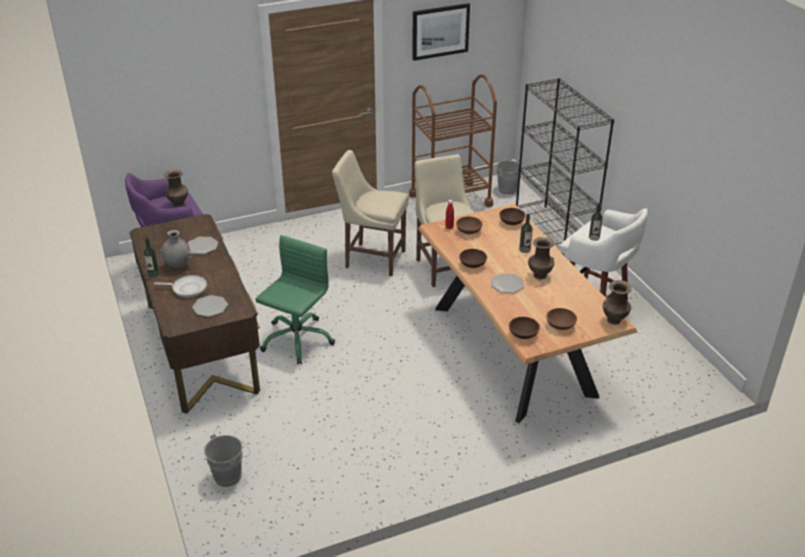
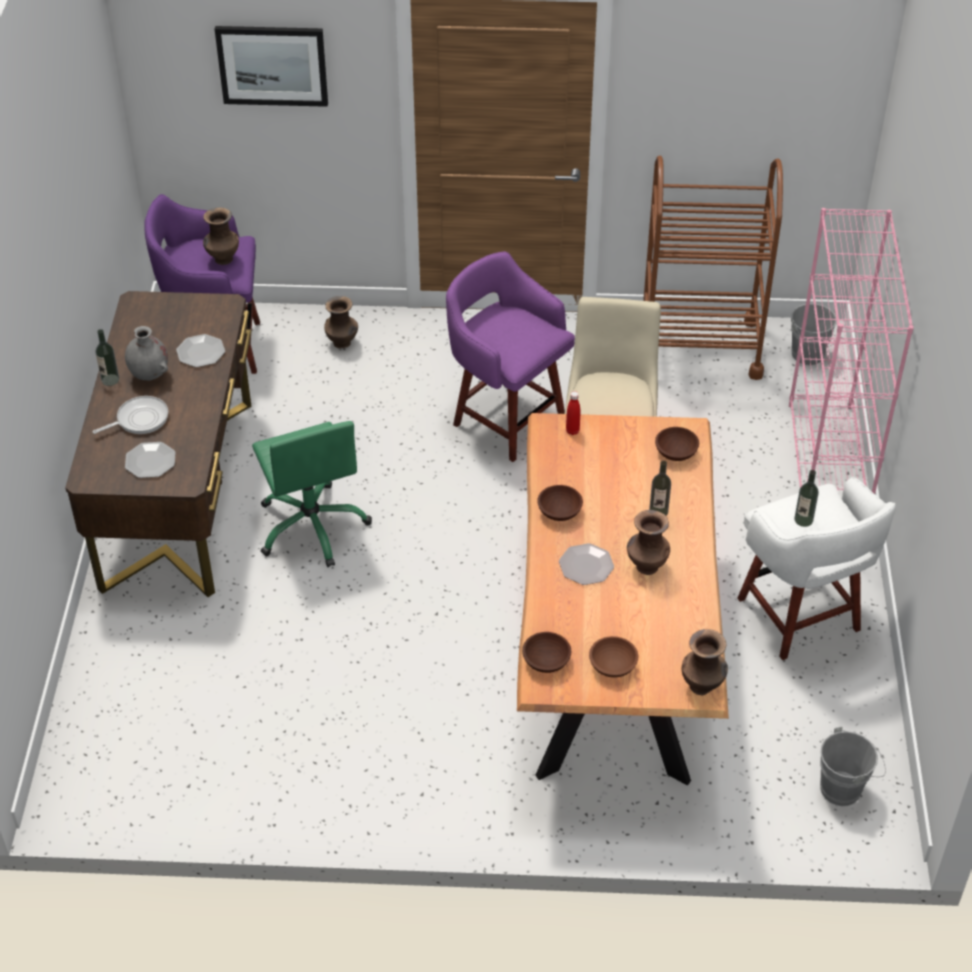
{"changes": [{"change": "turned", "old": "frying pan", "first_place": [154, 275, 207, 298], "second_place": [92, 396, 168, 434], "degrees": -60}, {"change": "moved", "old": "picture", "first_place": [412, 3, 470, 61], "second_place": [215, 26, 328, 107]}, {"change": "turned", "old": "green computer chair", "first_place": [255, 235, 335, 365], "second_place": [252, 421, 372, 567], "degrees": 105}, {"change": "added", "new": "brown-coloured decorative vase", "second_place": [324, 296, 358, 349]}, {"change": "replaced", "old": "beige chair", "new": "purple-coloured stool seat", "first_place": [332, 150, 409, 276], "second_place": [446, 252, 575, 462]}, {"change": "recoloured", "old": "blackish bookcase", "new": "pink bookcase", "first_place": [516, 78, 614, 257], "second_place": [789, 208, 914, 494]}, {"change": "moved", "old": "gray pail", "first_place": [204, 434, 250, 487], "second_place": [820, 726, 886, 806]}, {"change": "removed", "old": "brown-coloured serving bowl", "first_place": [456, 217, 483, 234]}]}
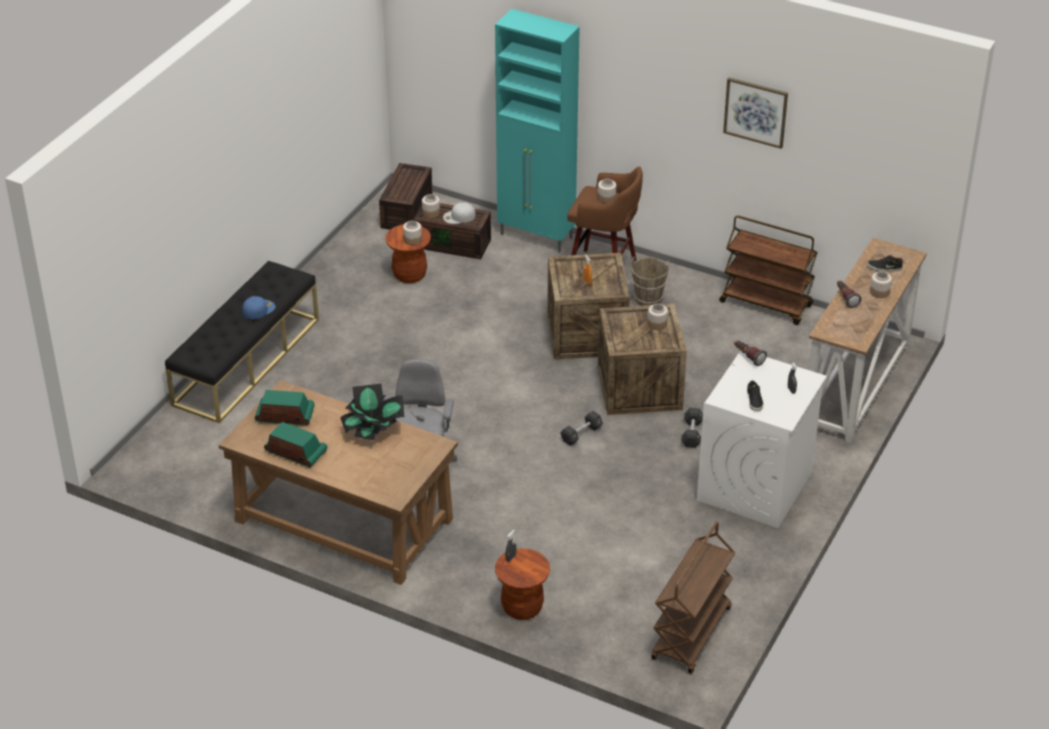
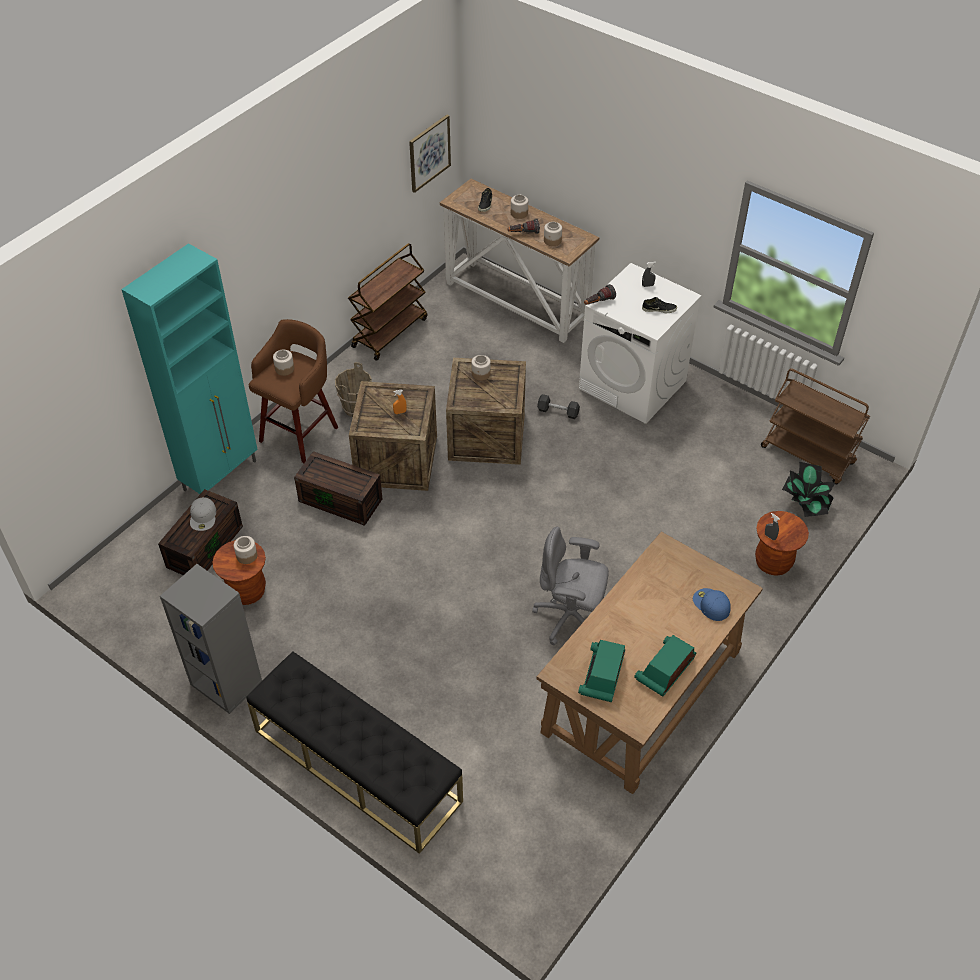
{"changes": [{"change": "added", "new": "gray bookcase", "second_place": [160, 564, 262, 714]}, {"change": "moved", "old": "brown-coloured storage bin", "first_place": [379, 163, 433, 230], "second_place": [294, 451, 382, 526]}, {"change": "moved", "old": "picture", "first_place": [723, 77, 788, 149], "second_place": [409, 115, 451, 193]}, {"change": "moved", "old": "jar", "first_place": [422, 194, 440, 218], "second_place": [544, 222, 562, 246]}, {"change": "moved", "old": "blue-coloured baseball cap", "first_place": [242, 296, 276, 320], "second_place": [693, 588, 731, 621]}, {"change": "moved", "old": "plant in a pot", "first_place": [340, 384, 404, 440], "second_place": [782, 462, 835, 517]}, {"change": "removed", "old": "blackish hand weight", "first_place": [560, 411, 603, 446]}]}
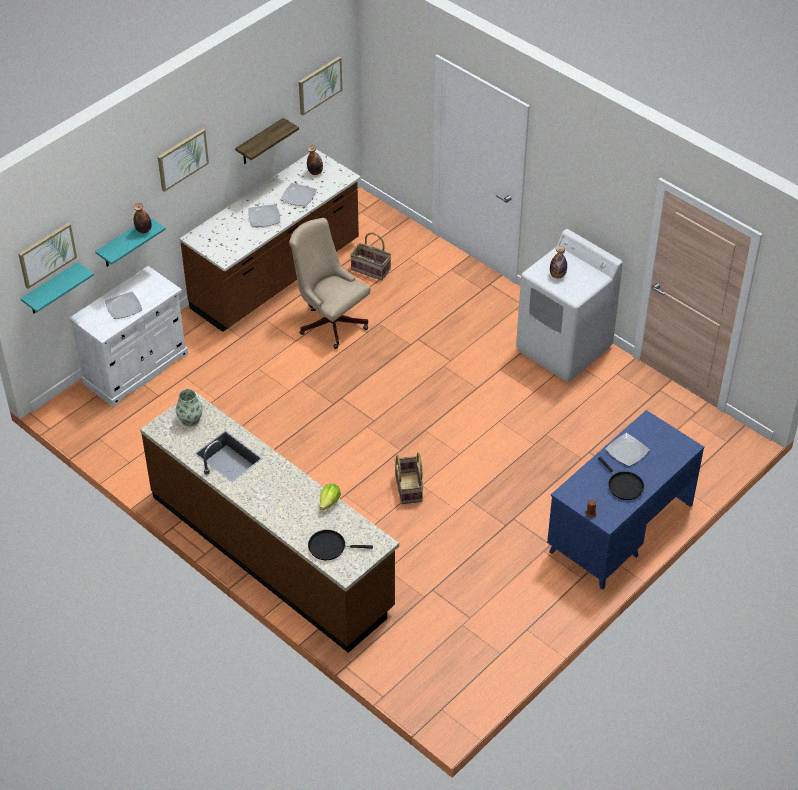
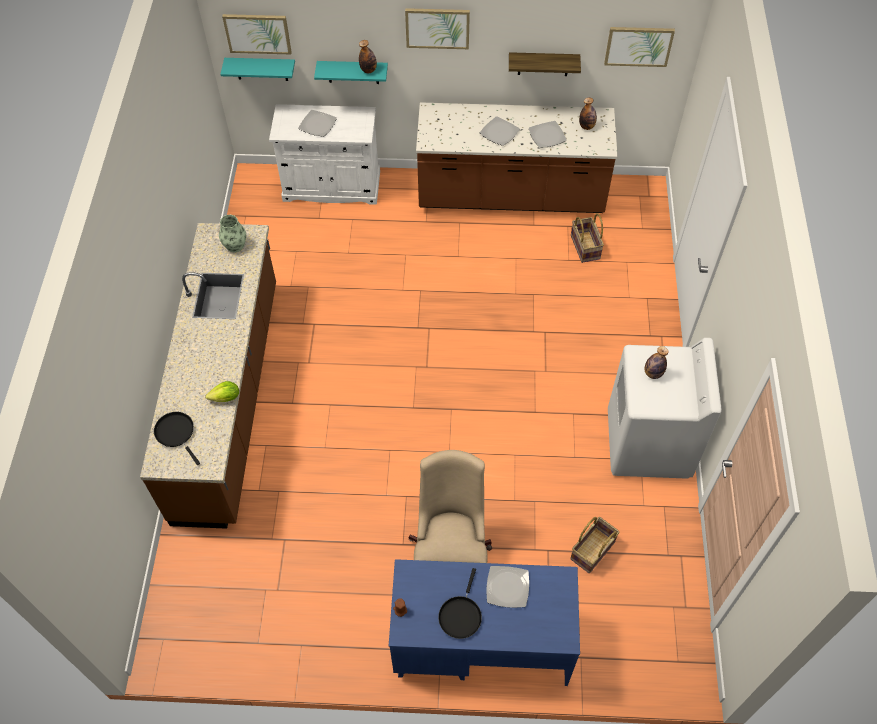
{"changes": [{"change": "moved", "old": "beige computer chair", "first_place": [289, 218, 371, 349], "second_place": [409, 450, 492, 563]}, {"change": "moved", "old": "storage basket", "first_place": [395, 452, 423, 504], "second_place": [570, 517, 620, 573]}]}
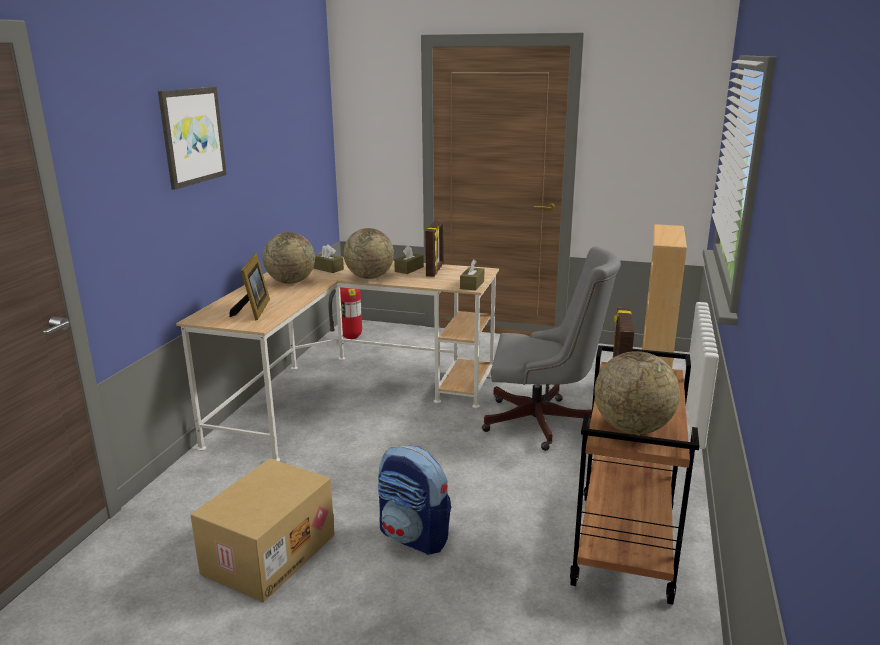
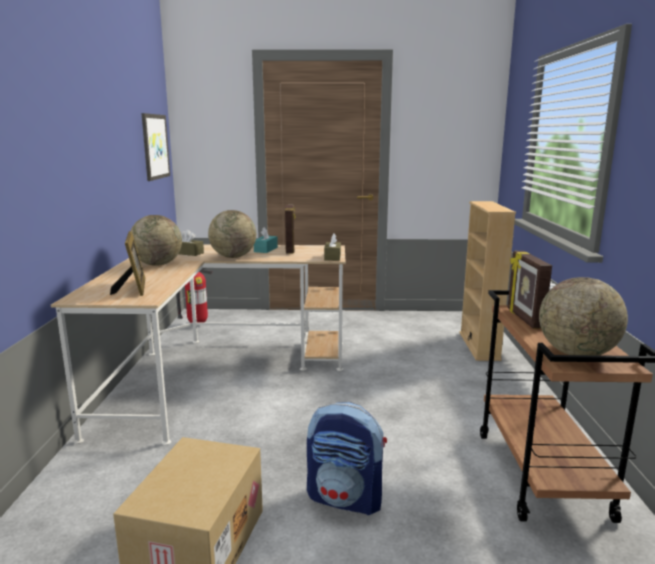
{"changes": [{"change": "moved", "old": "picture", "first_place": [158, 87, 227, 190], "second_place": [141, 113, 170, 181]}, {"change": "recoloured", "old": "brown-coloured tissue box", "new": "turquoise tissue box", "first_place": [394, 245, 424, 274], "second_place": [254, 227, 278, 253]}, {"change": "removed", "old": "gray computer chair", "first_place": [482, 246, 621, 451]}]}
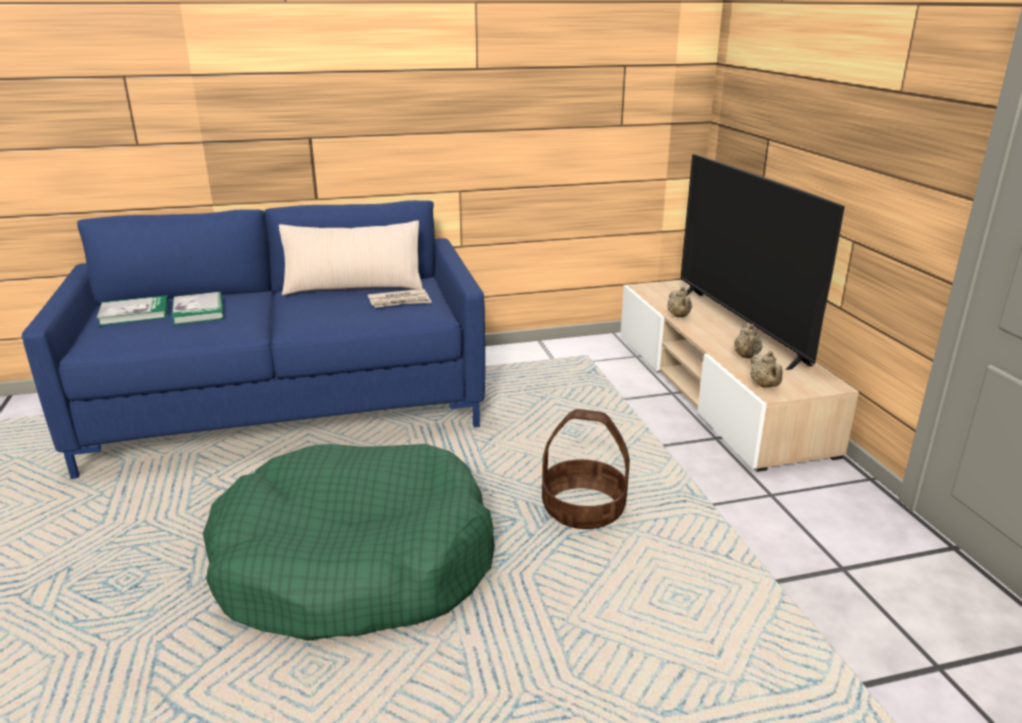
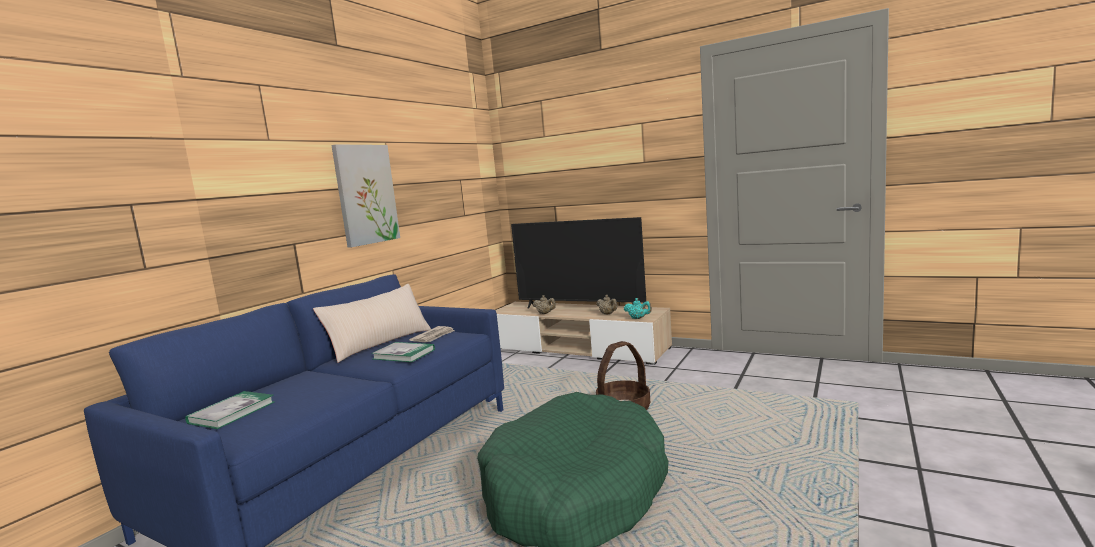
{"changes": [{"change": "added", "new": "picture", "second_place": [331, 144, 400, 248]}, {"change": "moved", "old": "book", "first_place": [172, 292, 223, 325], "second_place": [371, 342, 435, 362]}, {"change": "recoloured", "old": "beige pot for tea", "new": "turquoise pot for tea", "first_place": [750, 351, 783, 387], "second_place": [624, 298, 652, 319]}]}
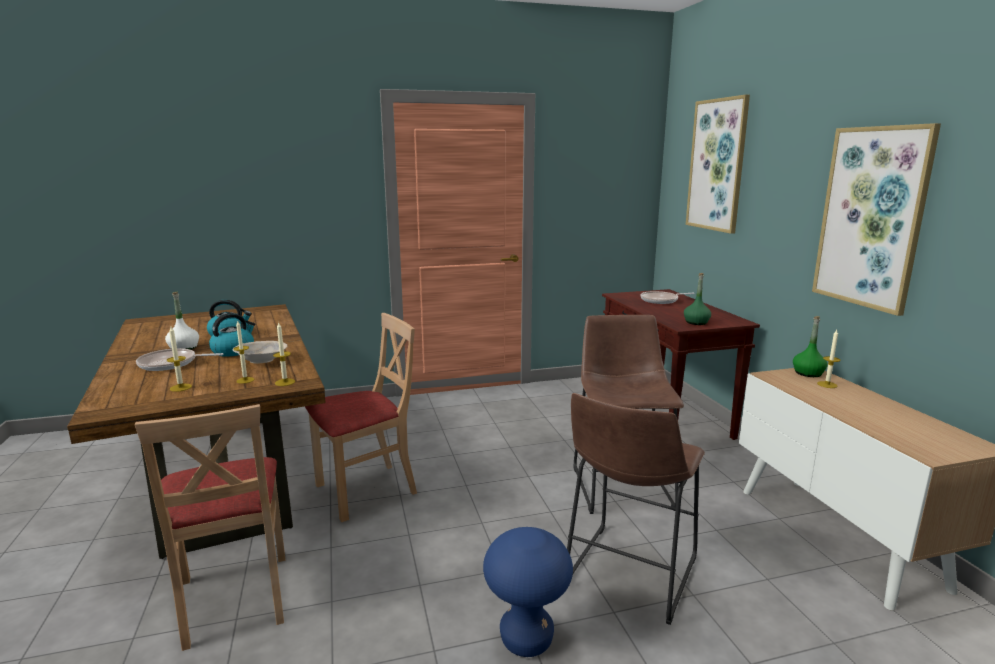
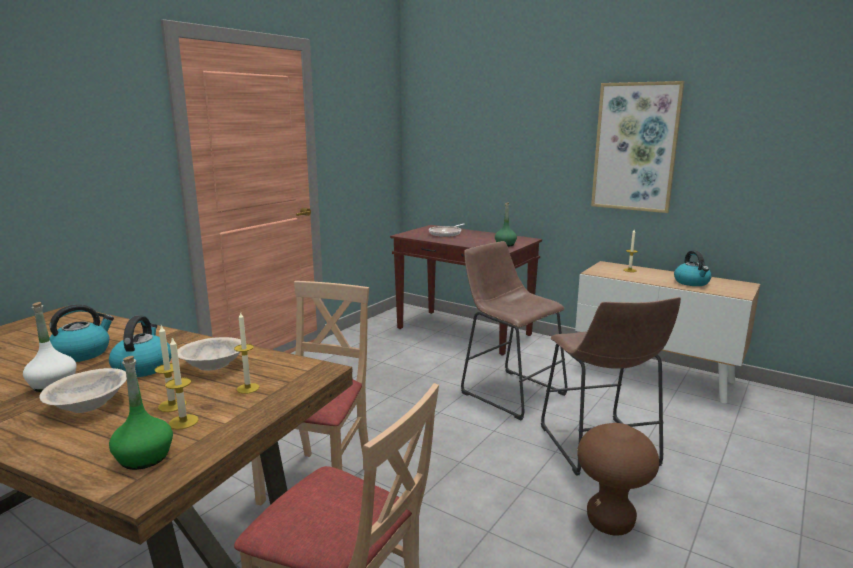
{"changes": [{"change": "replaced", "old": "frying pan", "new": "beige serving bowl", "first_place": [136, 348, 224, 371], "second_place": [39, 368, 127, 413]}, {"change": "moved", "old": "green bottle", "first_place": [793, 316, 828, 377], "second_place": [109, 356, 173, 470]}, {"change": "moved", "old": "candle", "first_place": [273, 322, 295, 386], "second_place": [155, 326, 187, 412]}, {"change": "recoloured", "old": "blue-coloured stool seat", "new": "brown-coloured stool seat", "first_place": [483, 527, 573, 657], "second_place": [577, 423, 659, 536]}, {"change": "added", "new": "kettle", "second_place": [674, 250, 712, 286]}, {"change": "removed", "old": "picture", "first_place": [686, 95, 750, 234]}]}
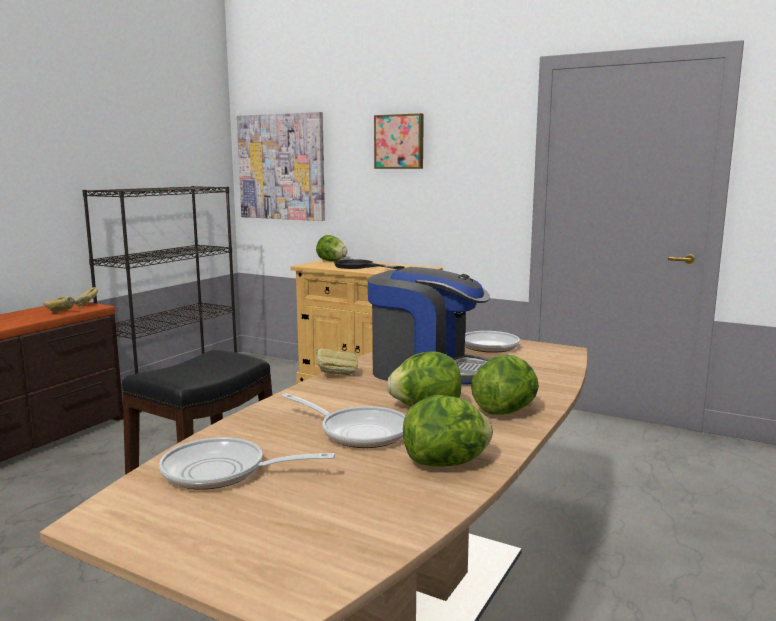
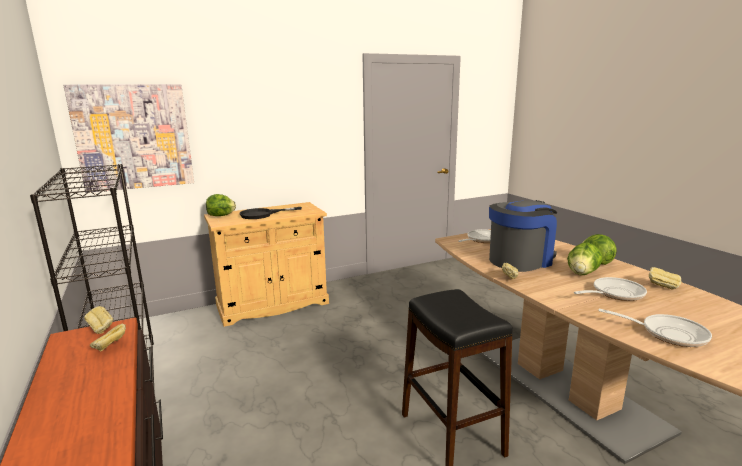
{"changes": [{"change": "turned", "old": "frying pan", "first_place": [159, 437, 335, 490], "second_place": [598, 309, 712, 347], "degrees": -105}, {"change": "replaced", "old": "lettuce", "new": "bread", "first_place": [403, 395, 493, 467], "second_place": [649, 267, 681, 289]}, {"change": "removed", "old": "picture", "first_place": [374, 113, 424, 169]}]}
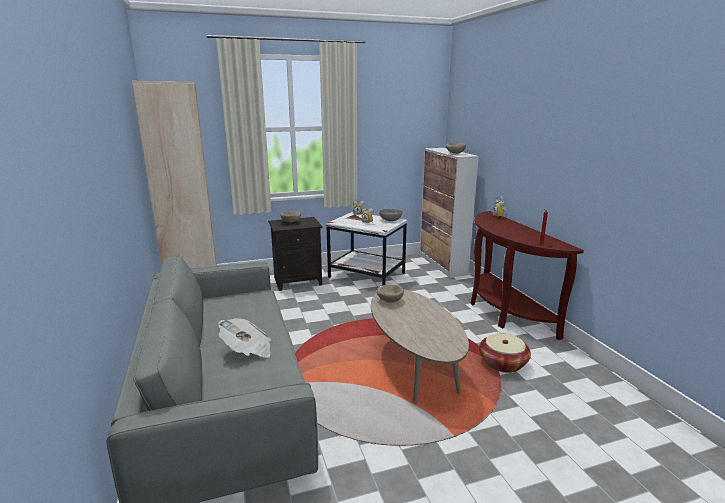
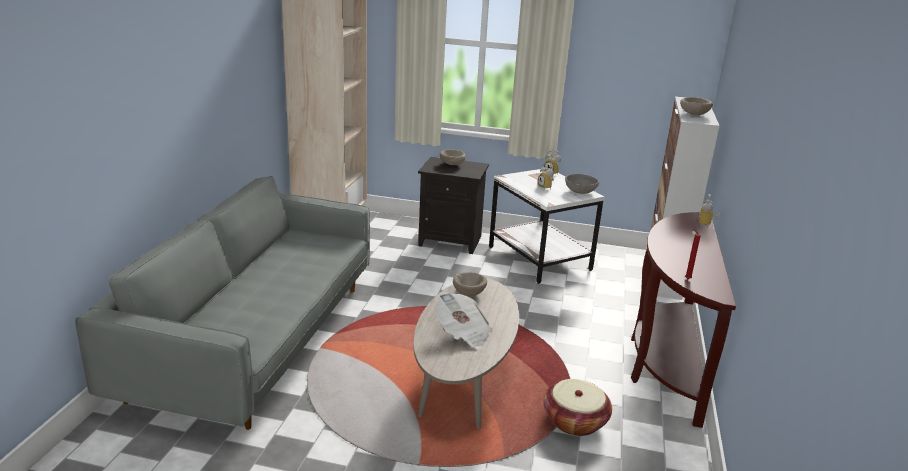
{"changes": [{"change": "moved", "old": "printed paper", "first_place": [218, 318, 271, 358], "second_place": [434, 292, 493, 349]}]}
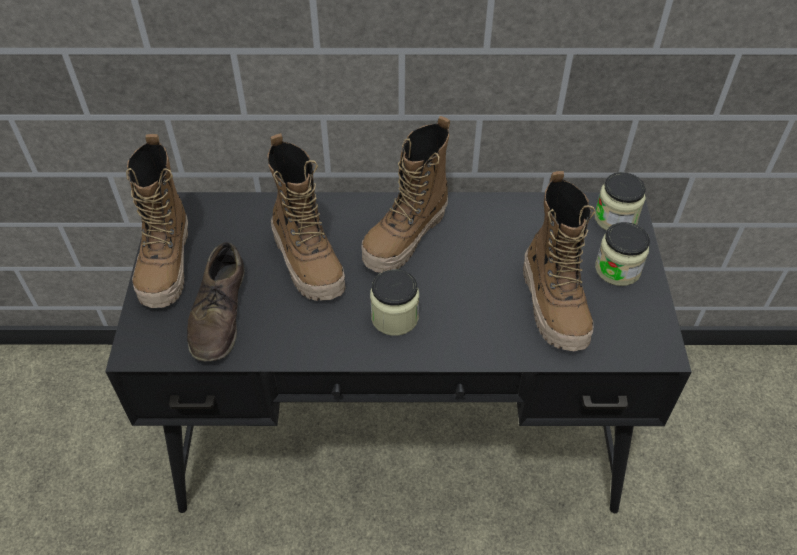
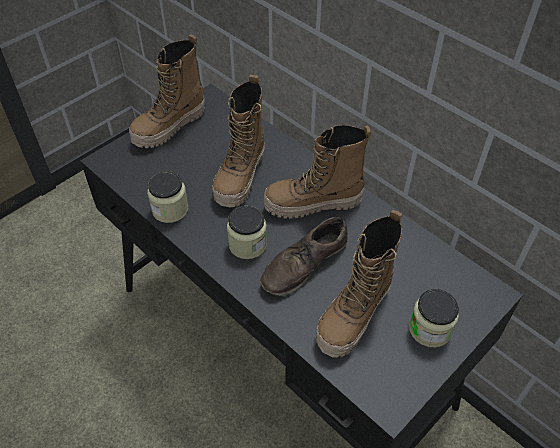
{"changes": [{"change": "moved", "old": "jar", "first_place": [595, 172, 646, 231], "second_place": [147, 171, 188, 223]}, {"change": "moved", "old": "brown-coloured shoe", "first_place": [187, 242, 245, 361], "second_place": [260, 217, 348, 296]}]}
